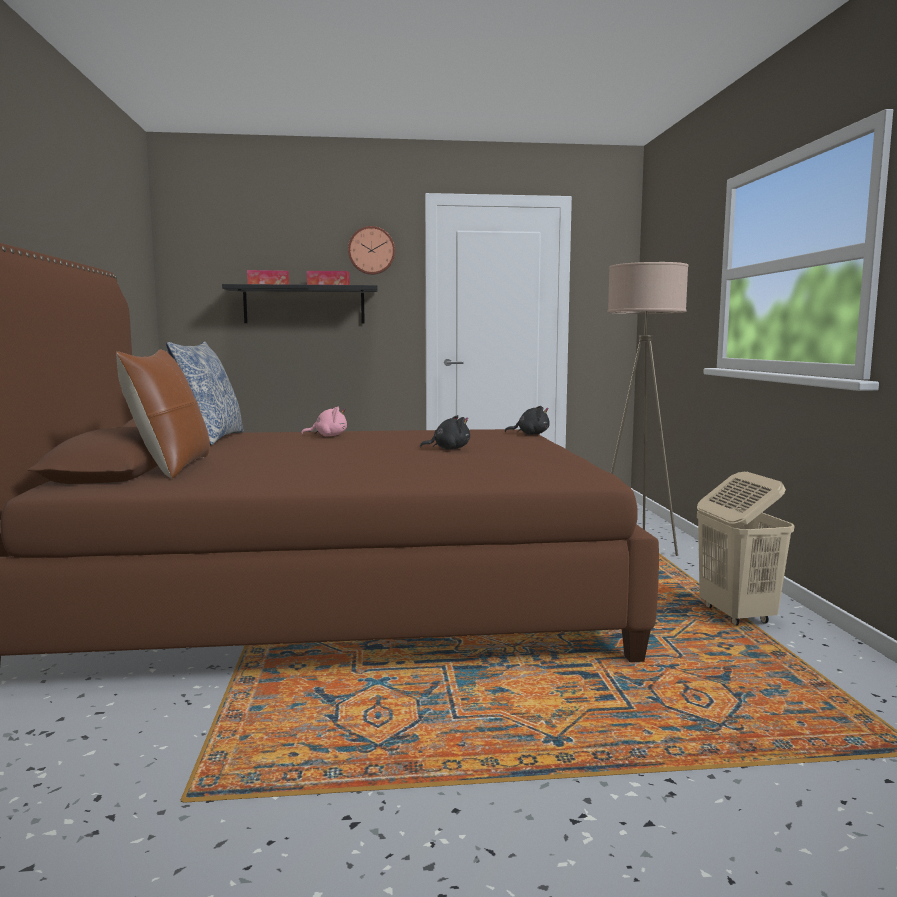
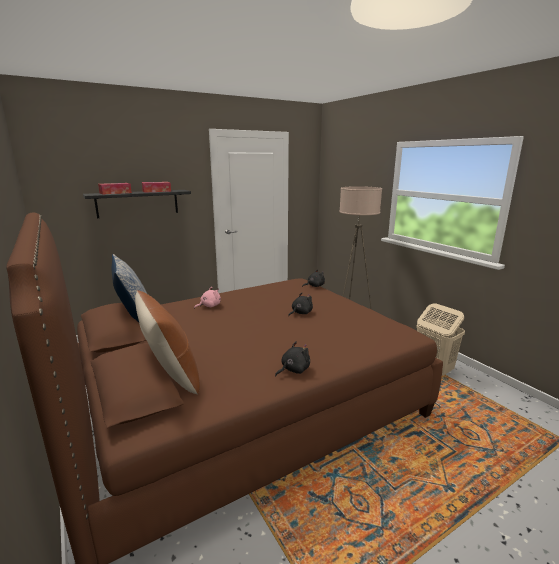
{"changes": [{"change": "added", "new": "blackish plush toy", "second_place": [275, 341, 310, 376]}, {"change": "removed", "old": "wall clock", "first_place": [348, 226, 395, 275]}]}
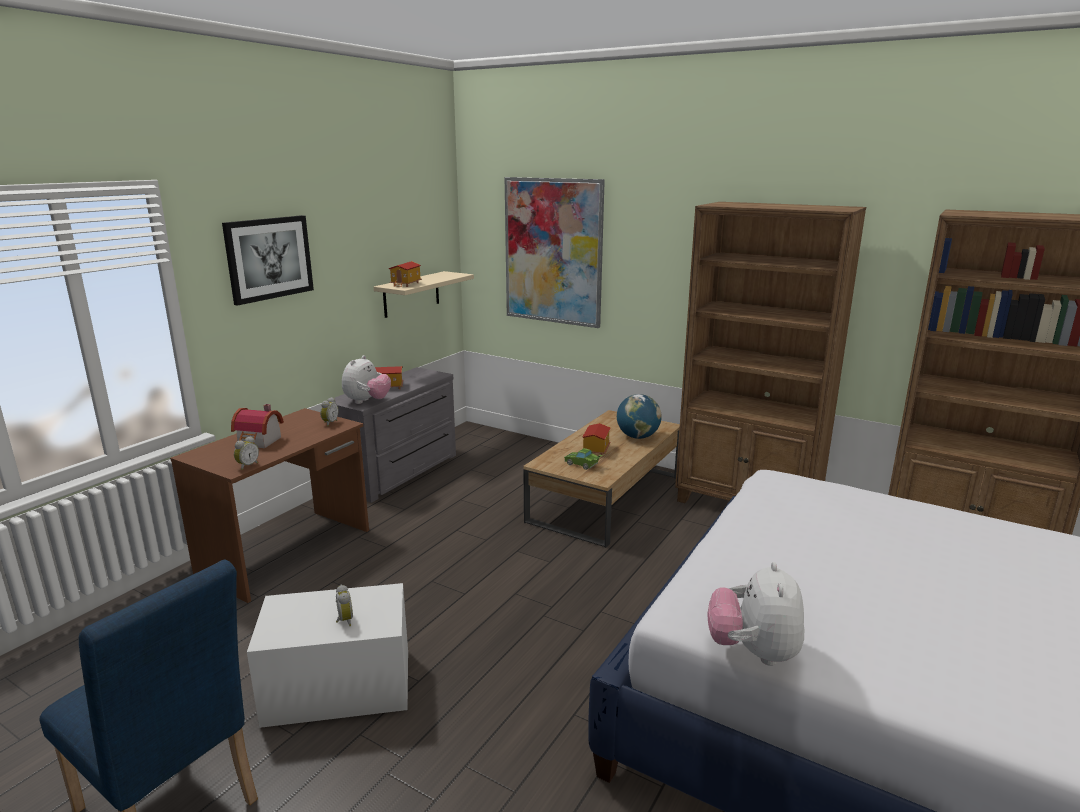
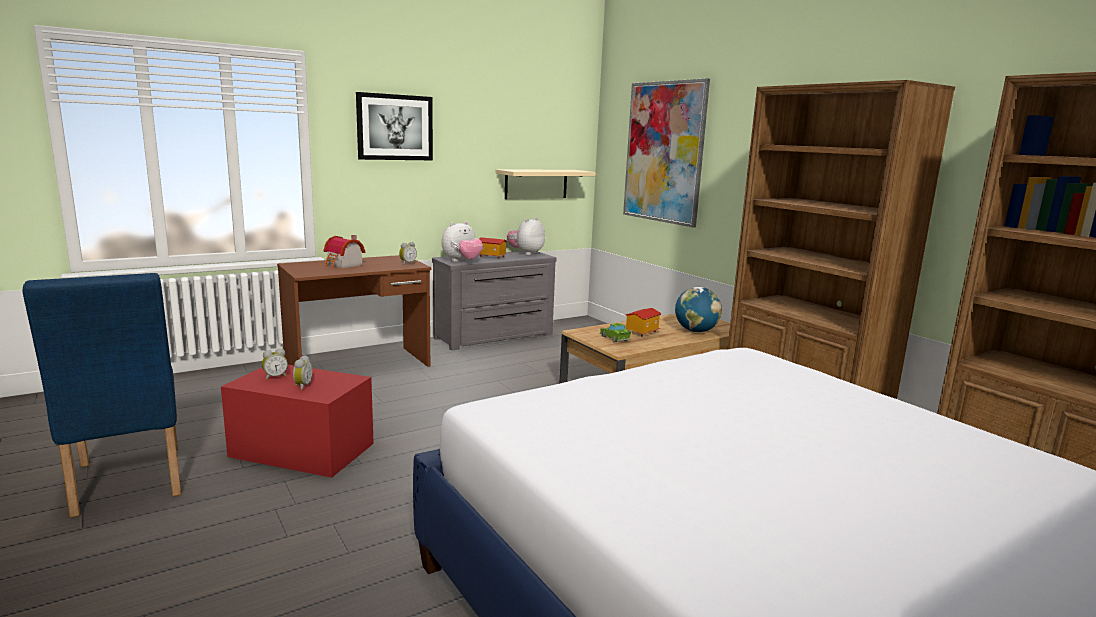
{"changes": [{"change": "recoloured", "old": "white-coloured storage bin", "new": "red storage bin", "first_place": [247, 583, 408, 728], "second_place": [221, 365, 374, 478]}, {"change": "moved", "old": "table clock", "first_place": [234, 436, 259, 470], "second_place": [262, 349, 288, 380]}, {"change": "moved", "old": "plush toy", "first_place": [708, 562, 804, 666], "second_place": [507, 217, 545, 255]}, {"change": "removed", "old": "toy house", "first_place": [388, 261, 422, 287]}]}
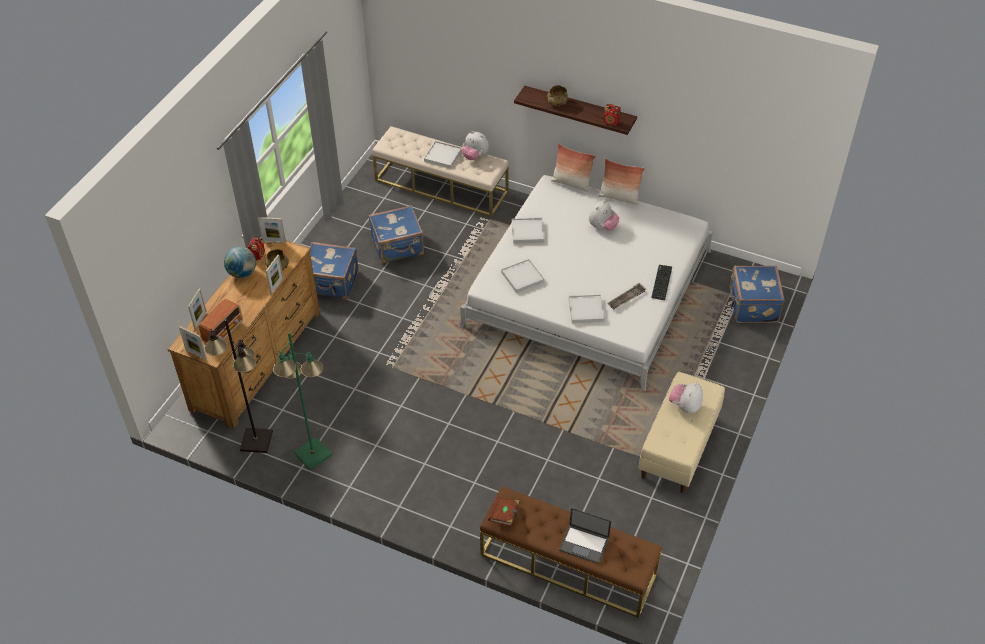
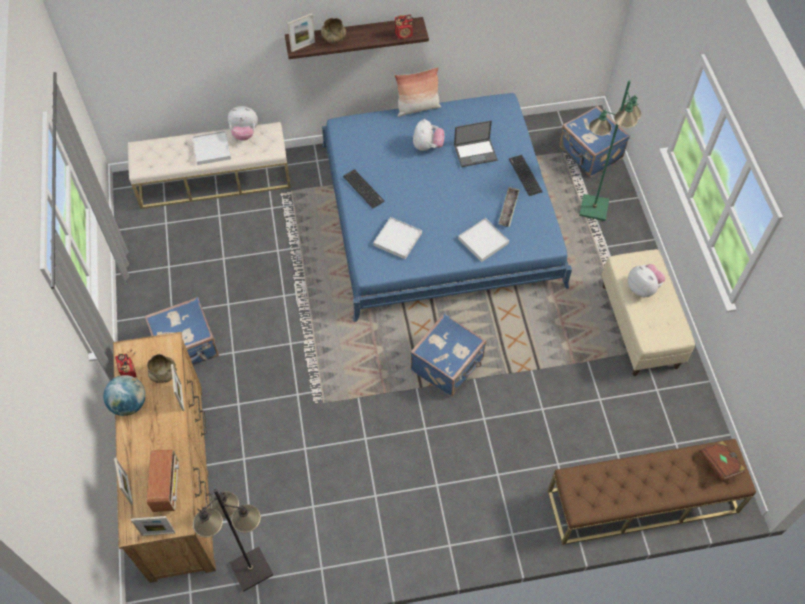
{"changes": [{"change": "moved", "old": "picture frame", "first_place": [258, 217, 286, 243], "second_place": [287, 13, 315, 52]}, {"change": "recoloured", "old": "white-coloured bed", "new": "blue-coloured bed", "first_place": [459, 175, 713, 391], "second_place": [322, 93, 572, 322]}, {"change": "replaced", "old": "white-coloured carrying tray", "new": "keyboard", "first_place": [512, 218, 544, 244], "second_place": [343, 169, 385, 208]}, {"change": "moved", "old": "blue-coloured travel case", "first_place": [369, 205, 424, 264], "second_place": [410, 313, 486, 397]}, {"change": "moved", "old": "notebook computer", "first_place": [559, 508, 611, 564], "second_place": [454, 120, 498, 167]}, {"change": "moved", "old": "green floor lamp", "first_place": [273, 333, 332, 470], "second_place": [579, 80, 641, 221]}, {"change": "turned", "old": "plush toy", "first_place": [669, 383, 703, 414], "second_place": [628, 264, 665, 297], "degrees": 150}, {"change": "moved", "old": "brown-coloured book", "first_place": [488, 496, 520, 527], "second_place": [700, 441, 746, 480]}, {"change": "removed", "old": "cushion", "first_place": [551, 144, 596, 192]}]}
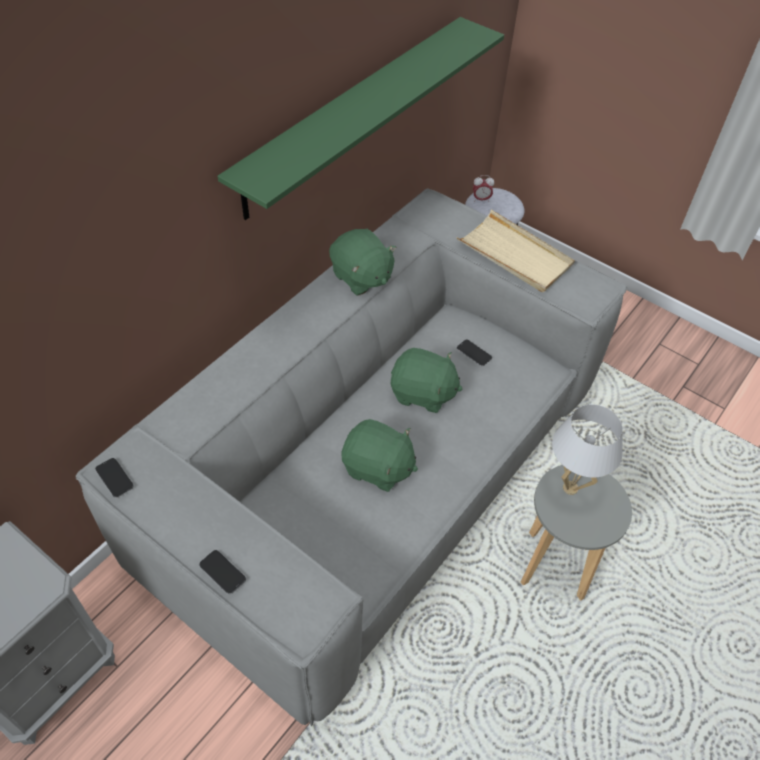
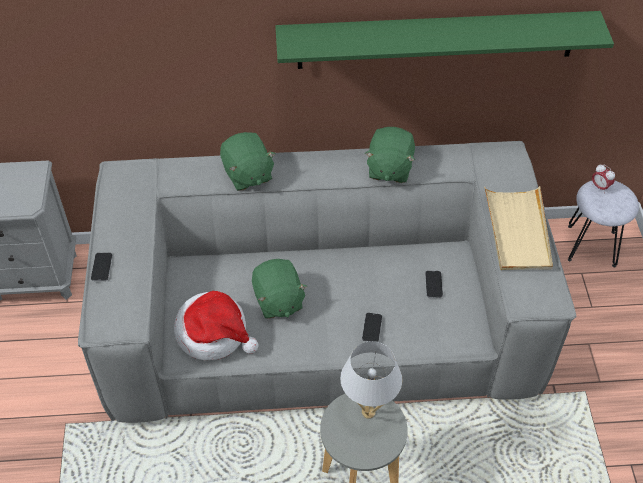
{"changes": [{"change": "added", "new": "wearable hat", "second_place": [174, 291, 258, 360]}, {"change": "moved", "old": "green plush toy", "first_place": [391, 348, 463, 413], "second_place": [220, 132, 276, 191]}, {"change": "moved", "old": "telephone", "first_place": [95, 458, 134, 498], "second_place": [362, 313, 382, 342]}]}
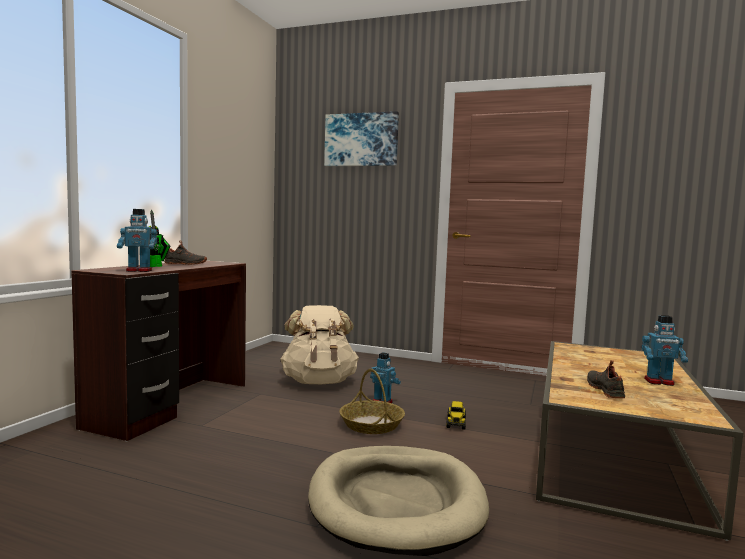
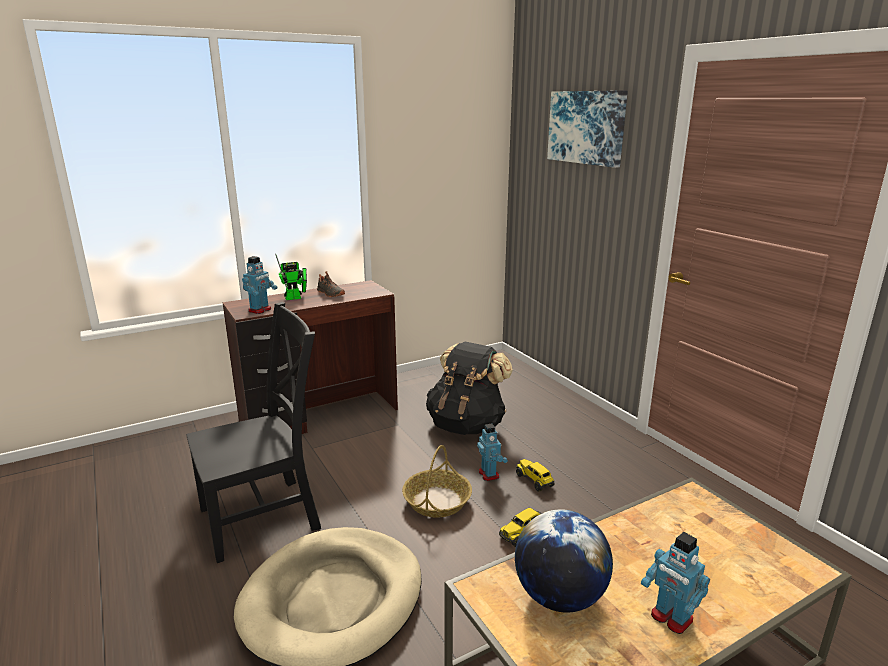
{"changes": [{"change": "added", "new": "blackish chair", "second_place": [186, 302, 321, 563]}, {"change": "turned", "old": "toy robot", "first_place": [117, 209, 157, 272], "second_place": [242, 256, 277, 314], "degrees": -90}, {"change": "recoloured", "old": "beige rucksack", "new": "blackish rucksack", "first_place": [280, 305, 359, 384], "second_place": [426, 342, 513, 435]}, {"change": "replaced", "old": "blackish shoe", "new": "globe", "first_place": [587, 360, 625, 398], "second_place": [515, 509, 613, 613]}, {"change": "added", "new": "model truck", "second_place": [516, 459, 554, 492]}]}
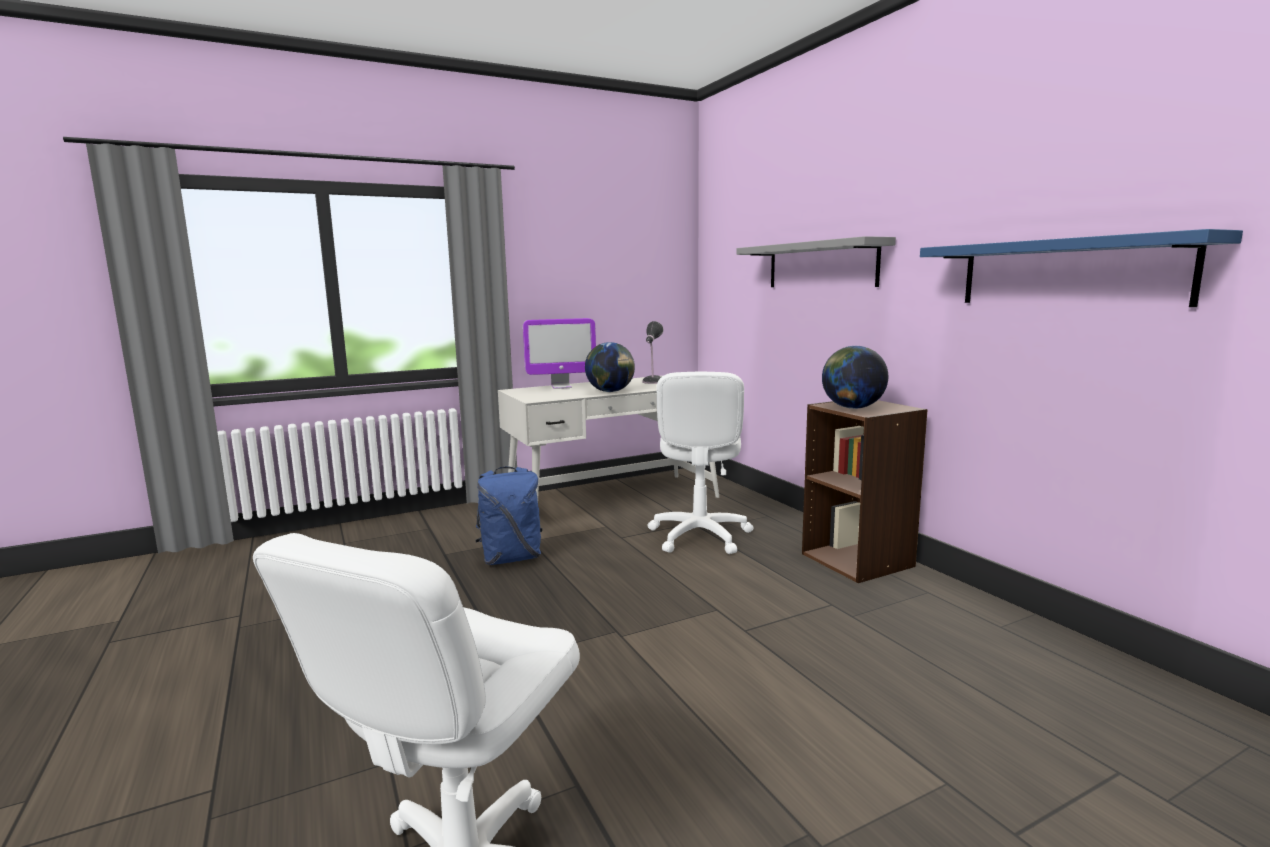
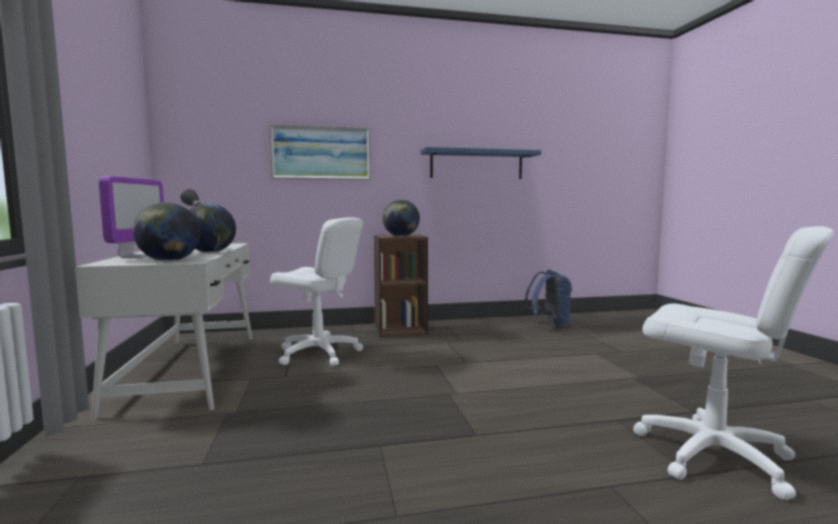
{"changes": [{"change": "added", "new": "globe", "second_place": [133, 202, 200, 261]}, {"change": "replaced", "old": "gray bracket shelf", "new": "picture", "first_place": [736, 236, 896, 287], "second_place": [270, 125, 371, 180]}, {"change": "moved", "old": "blue-coloured rucksack", "first_place": [476, 466, 543, 565], "second_place": [524, 270, 572, 328]}]}
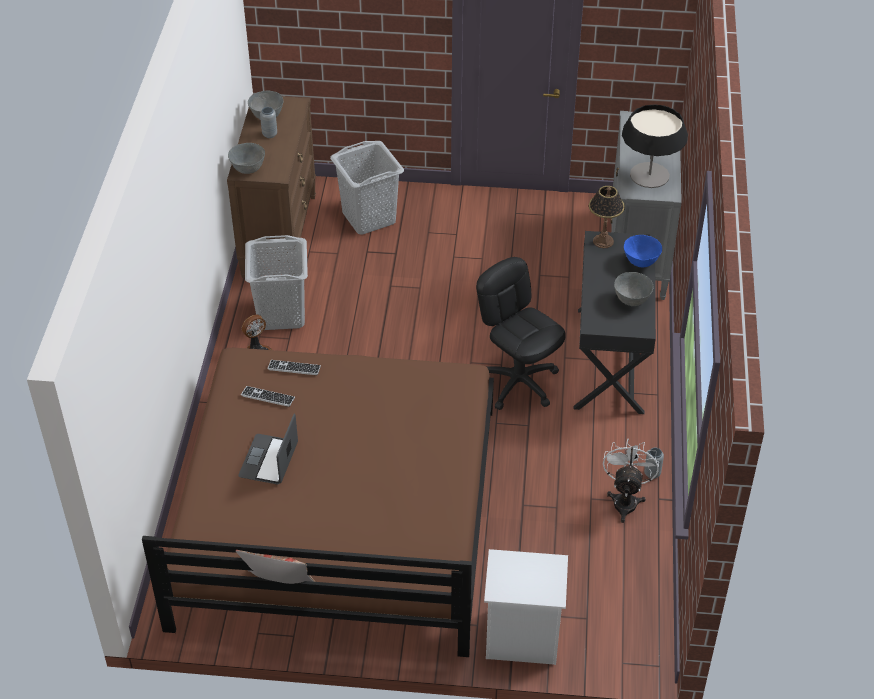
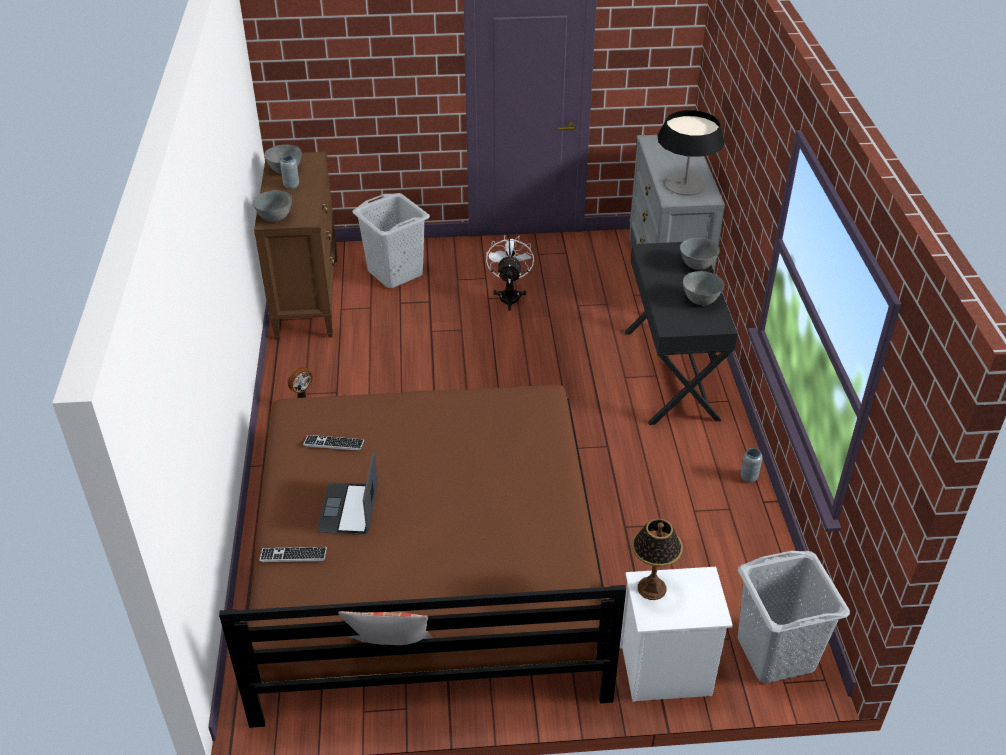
{"changes": [{"change": "moved", "old": "keyboard", "first_place": [268, 360, 321, 375], "second_place": [259, 547, 327, 562]}, {"change": "moved", "old": "white-coloured fan", "first_place": [603, 439, 659, 523], "second_place": [486, 235, 534, 311]}, {"change": "moved", "old": "tabletop lamp", "first_place": [589, 186, 625, 248], "second_place": [632, 518, 683, 600]}, {"change": "recoloured", "old": "blue-coloured serving bowl", "new": "gray serving bowl", "first_place": [624, 235, 662, 267], "second_place": [680, 238, 720, 270]}, {"change": "moved", "old": "gray laundry basket", "first_place": [245, 235, 308, 330], "second_place": [738, 551, 850, 683]}, {"change": "removed", "old": "blackish computer chair", "first_place": [476, 257, 566, 410]}]}
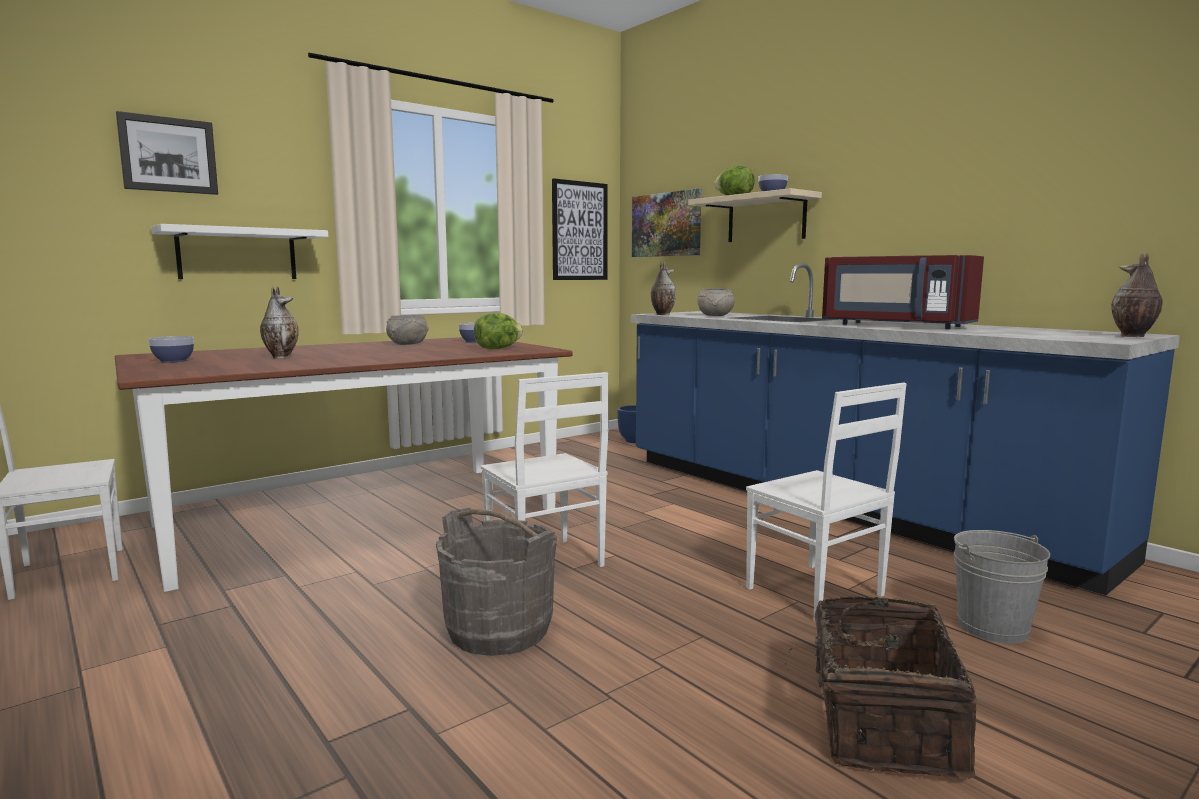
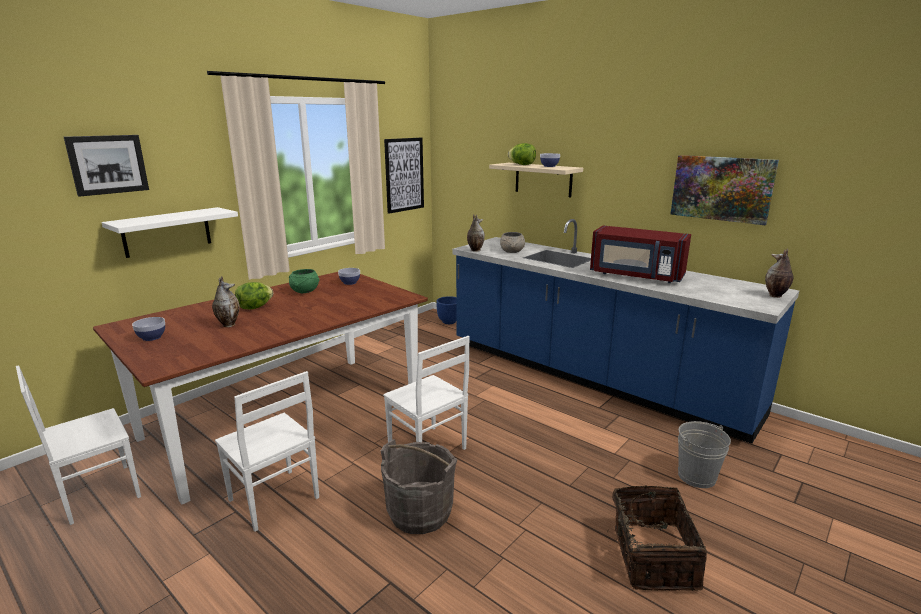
{"changes": [{"change": "moved", "old": "white-coloured chair", "first_place": [746, 382, 907, 622], "second_place": [215, 371, 319, 531]}, {"change": "moved", "old": "lettuce", "first_place": [474, 313, 523, 349], "second_place": [235, 282, 273, 309]}, {"change": "recoloured", "old": "gray serving bowl", "new": "green serving bowl", "first_place": [386, 315, 429, 345], "second_place": [289, 269, 319, 293]}, {"change": "moved", "old": "picture", "first_place": [632, 189, 702, 257], "second_place": [670, 155, 779, 225]}]}
